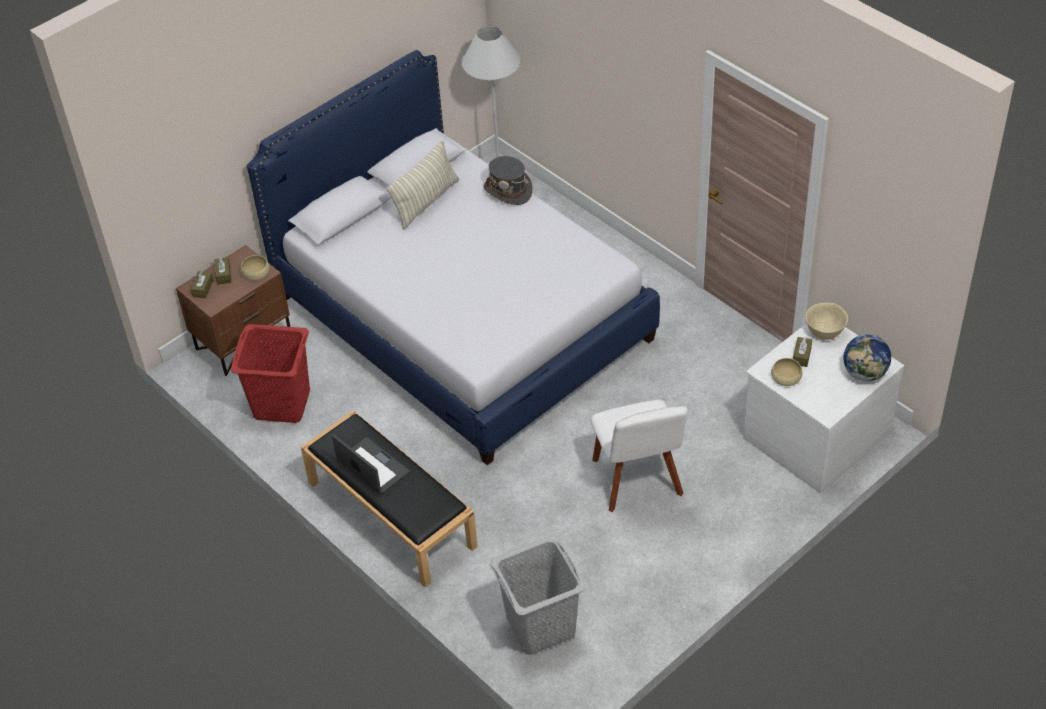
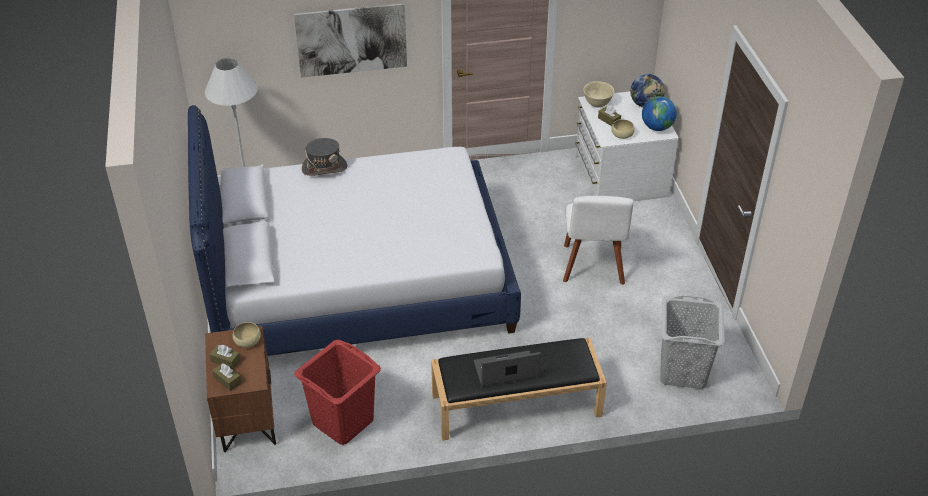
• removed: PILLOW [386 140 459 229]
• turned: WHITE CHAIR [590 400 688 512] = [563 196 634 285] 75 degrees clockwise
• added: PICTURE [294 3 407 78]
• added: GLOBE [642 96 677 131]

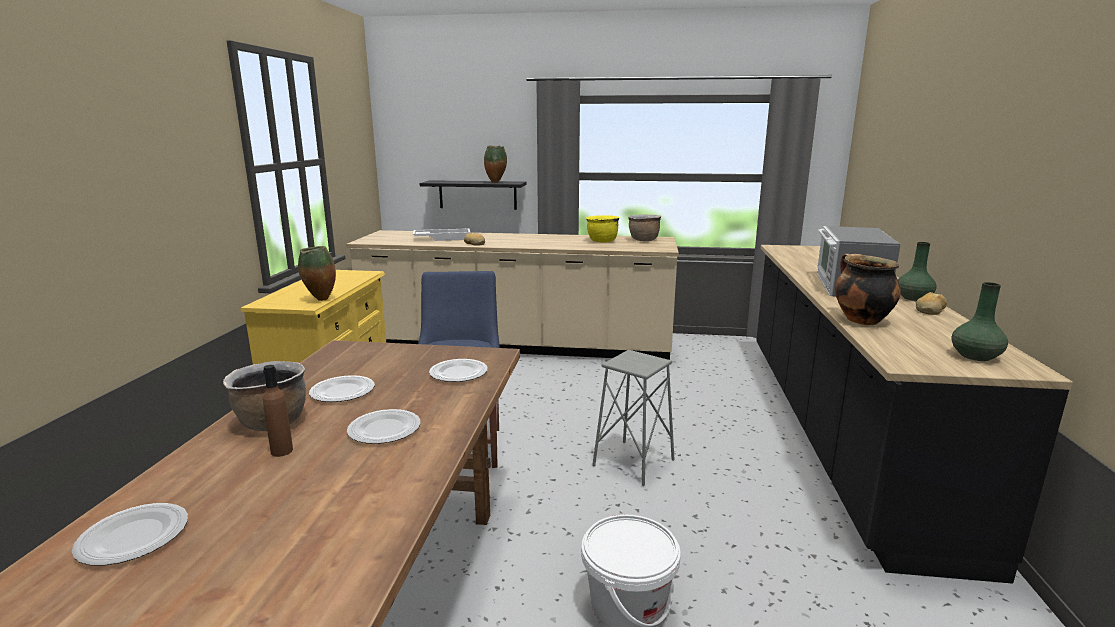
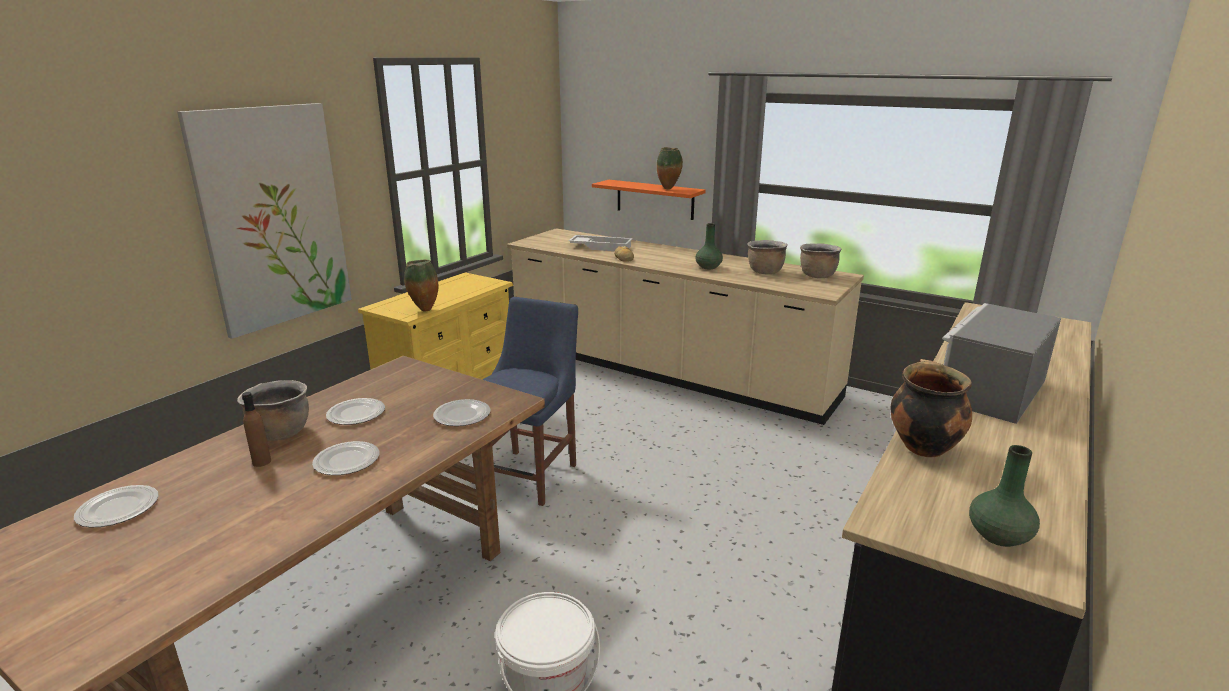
• recoloured: BLACK SHELF [419 180 527 210] to ORANGE SHELF [592 180 706 220]
• recoloured: YELLOW COOKING POT [586 215 619 243] to BROWN COOKING POT [747 240 788 274]
• removed: GREY STOOL [592 350 675 486]
• moved: GREEN VASE [898 242 937 301] to [695 223 723 269]
• removed: BREAD [916 292 947 315]
• added: PICTURE [177 103 352 339]

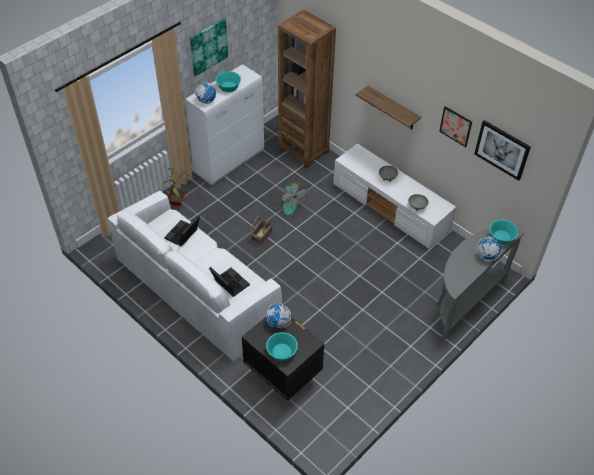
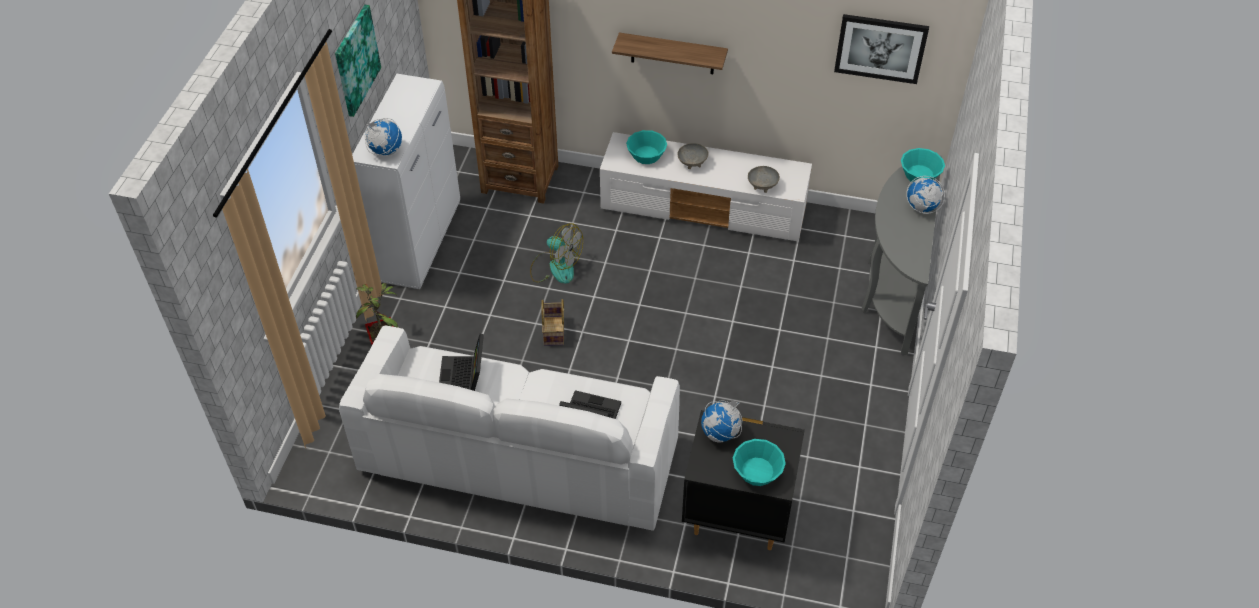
• moved: TURQUOISE BOWL [215 71 241 92] to [626 130 667 164]
• removed: PICTURE [439 106 472 147]

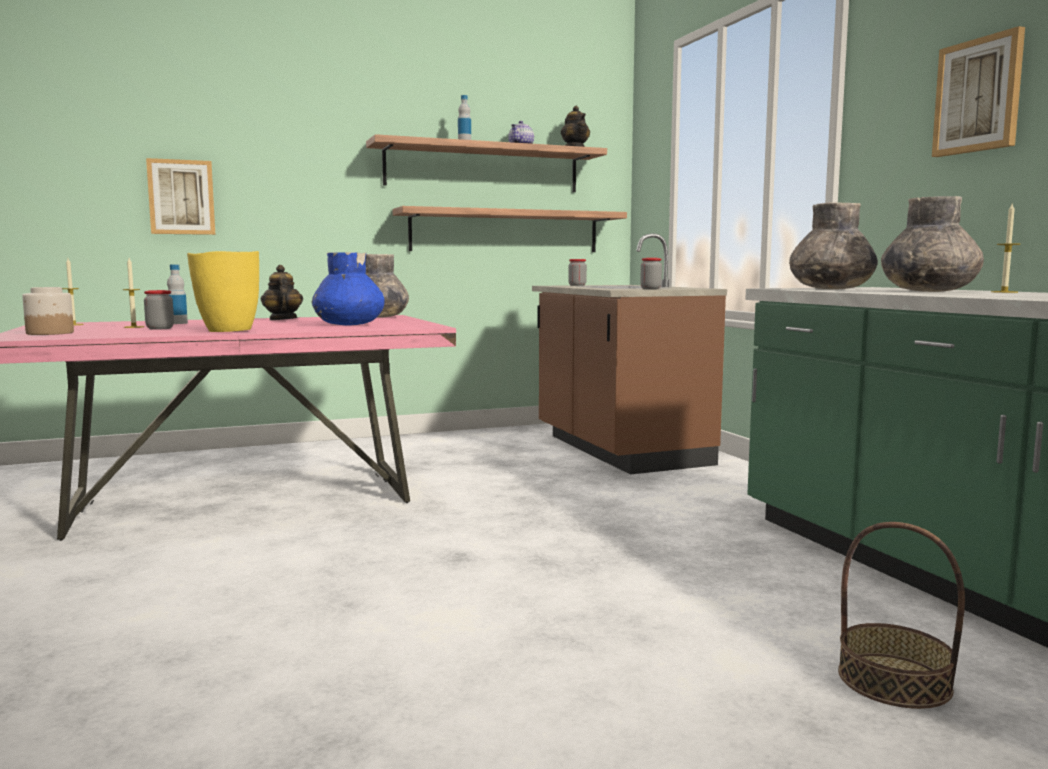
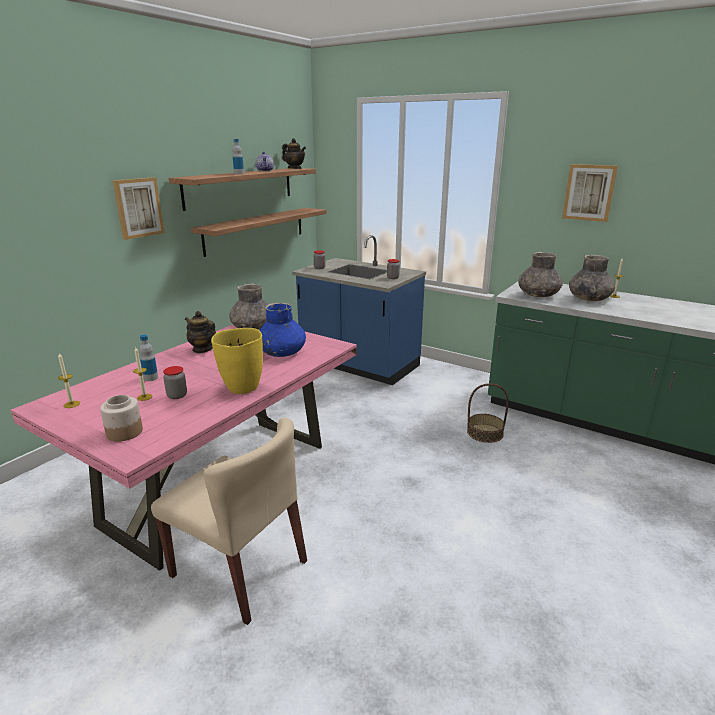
• moved: PICTURE [146 158 215 235] to [113 177 164 240]
• recoloured: BROWN COUNTER [532 234 727 475] to BLUE COUNTER [292 235 426 385]
• moved: BASKET [838 522 965 709] to [467 383 509 443]
• added: BEIGE CHAIR [151 417 307 625]

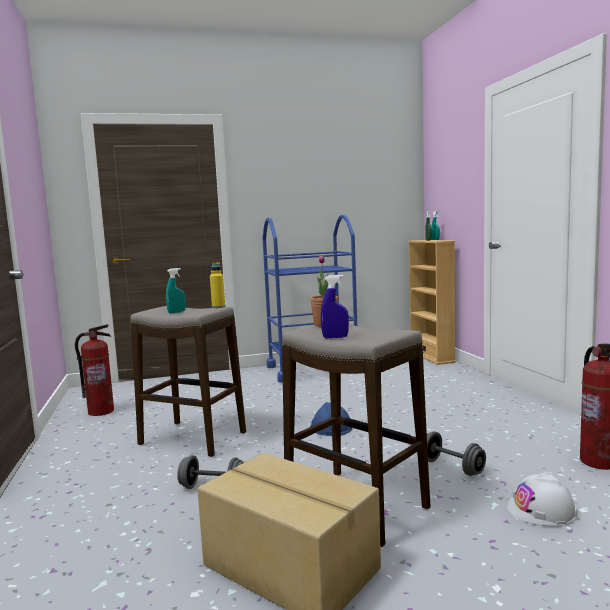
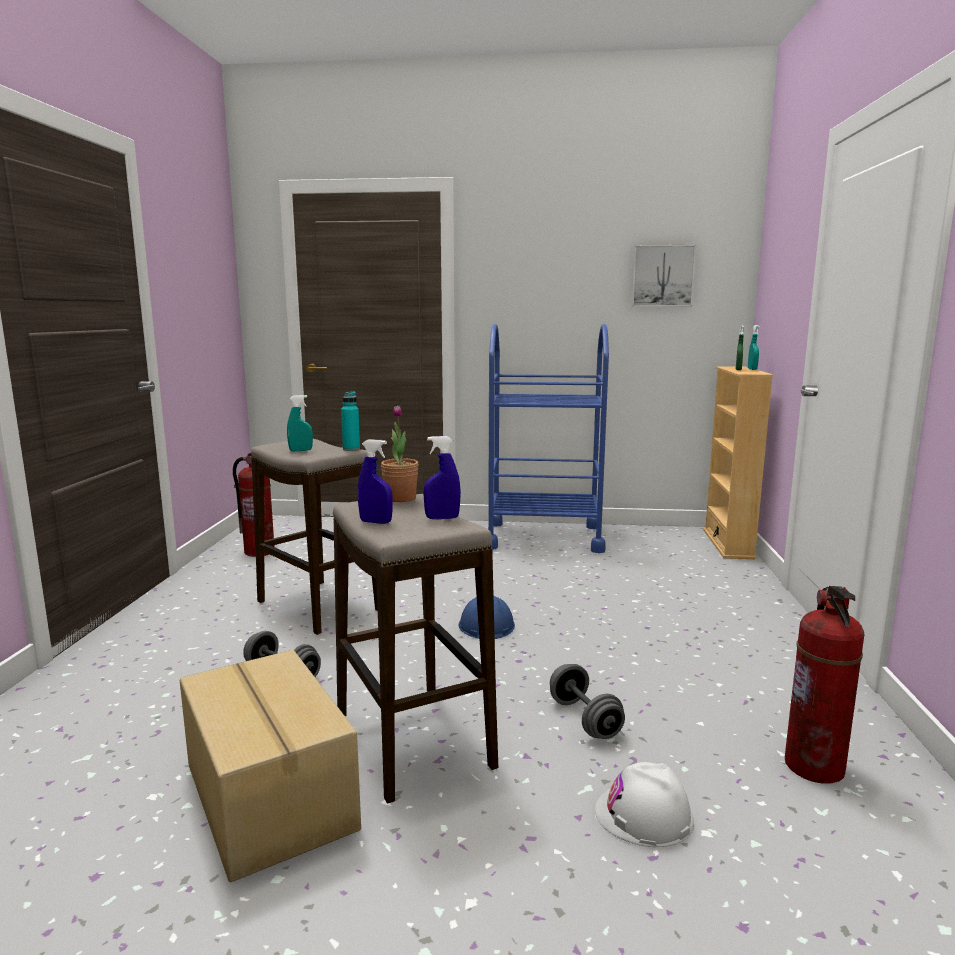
• recoloured: YELLOW BOTTLE [210 262 225 308] to TURQUOISE BOTTLE [341 391 360 451]
• added: BLUE SPRAY BOTTLE [423 436 461 519]
• added: PICTURE [632 245 696 306]

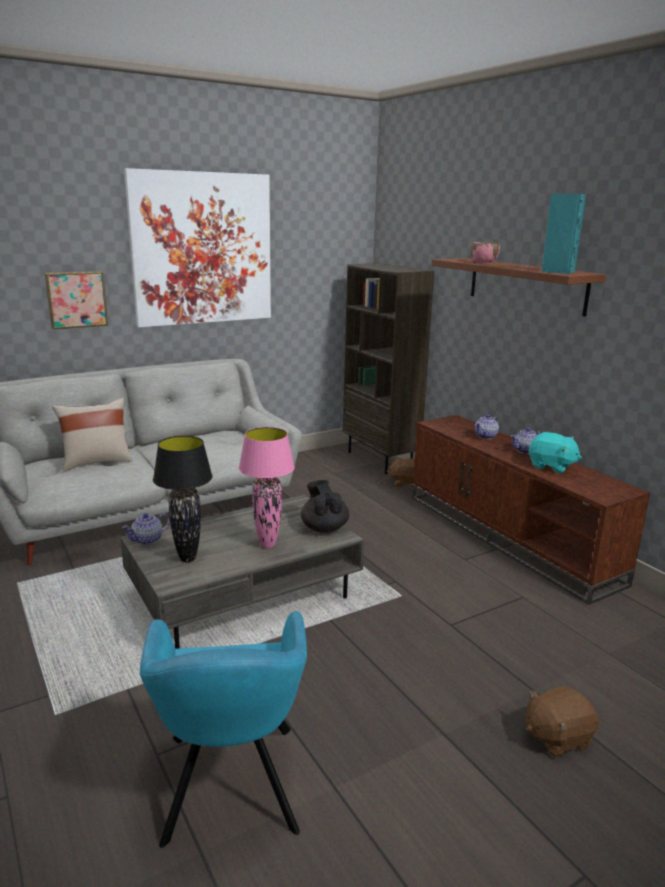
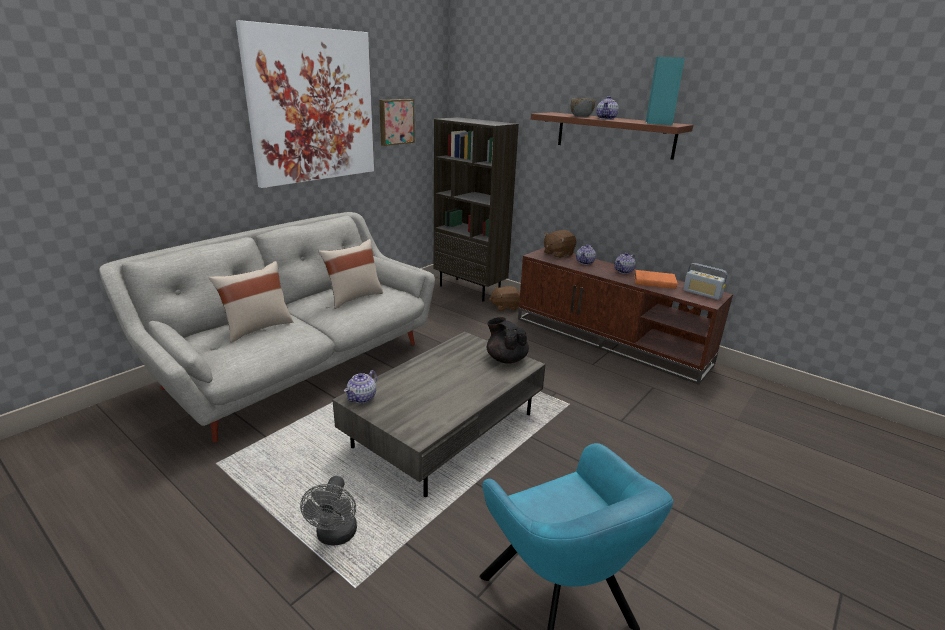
• moved: PICTURE [45 271 108 329] to [379 99 415 146]
• removed: BLACK TABLE LAMP [153 436 213 562]
• removed: PINK TABLE LAMP [239 427 295 549]
• recoloured: PINK BOWL [471 242 500 264] to GREY BOWL [571 98 595 117]
• moved: BROWN PLUSH TOY [526 686 599 758] to [544 230 577 258]
• replaced: TURQUOISE PLUSH TOY [529 432 582 473] to ORANGE BOOK [634 270 677 289]
• added: GREY FAN [300 476 357 545]
• added: BEIGE PILLOW [318 239 383 309]
• added: TEAPOT [596 96 619 120]
• added: RADIO [683 263 728 300]

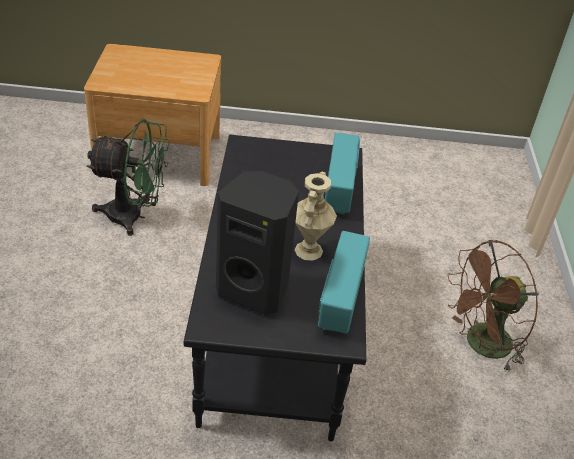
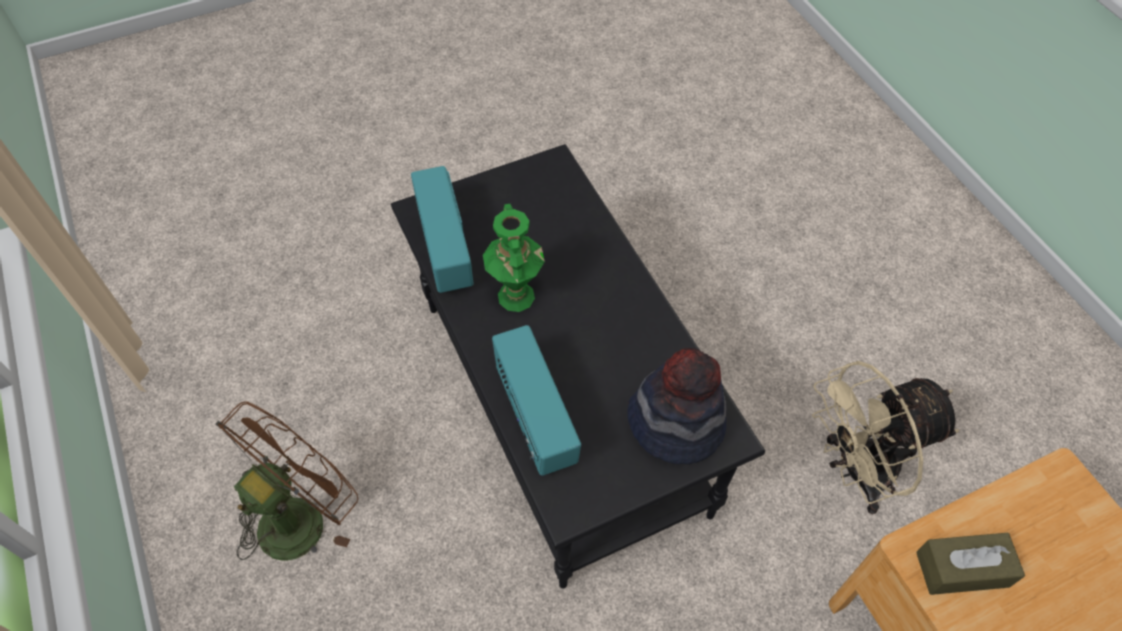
• recoloured: GREEN FAN [87 119 170 236] to BEIGE FAN [812 361 959 514]
• removed: BLACK SPEAKER [216 171 299 315]
• recoloured: BEIGE VASE [295 172 337 261] to GREEN VASE [483 204 545 312]
• added: HAT [628 348 727 465]
• added: BROWN TISSUE BOX [916 533 1025 595]

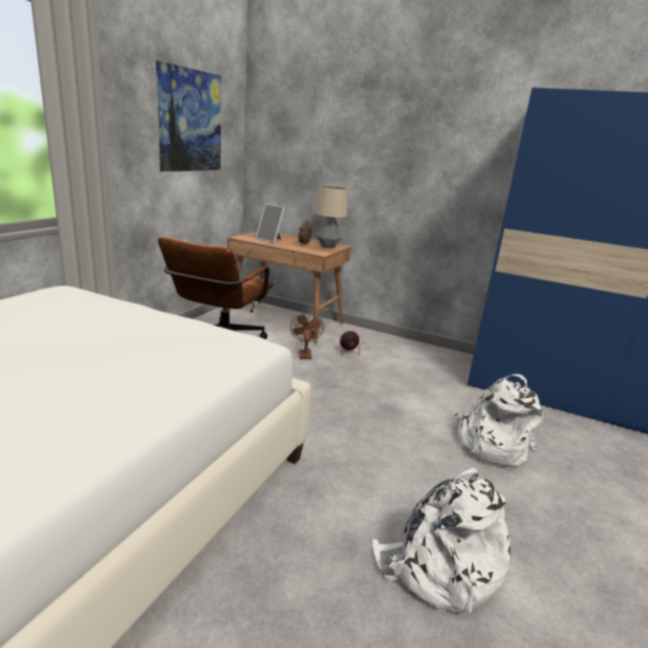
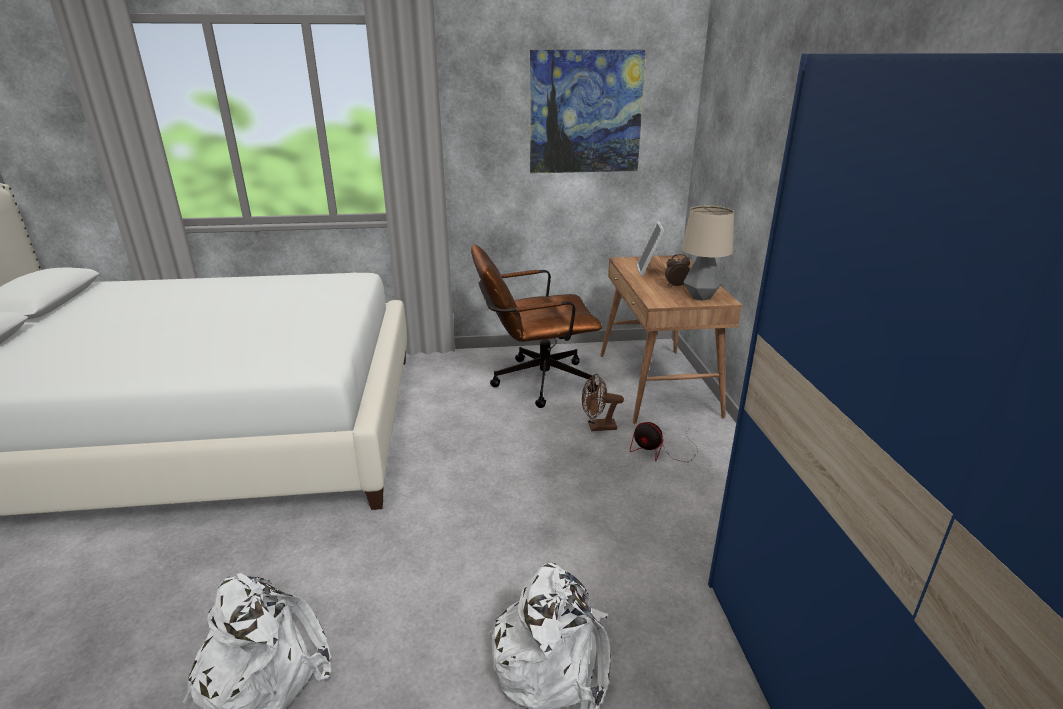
• turned: BROWN FAN [290 313 324 359] = [582 374 624 431] 150 degrees counterclockwise

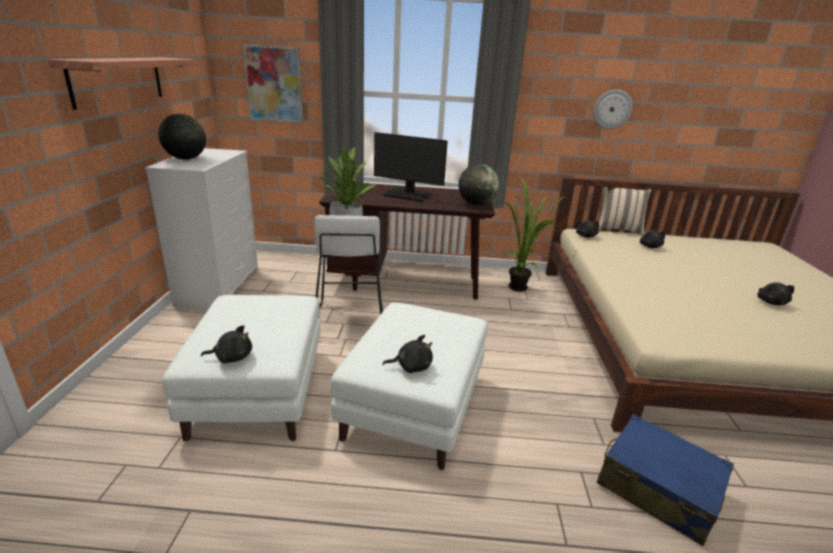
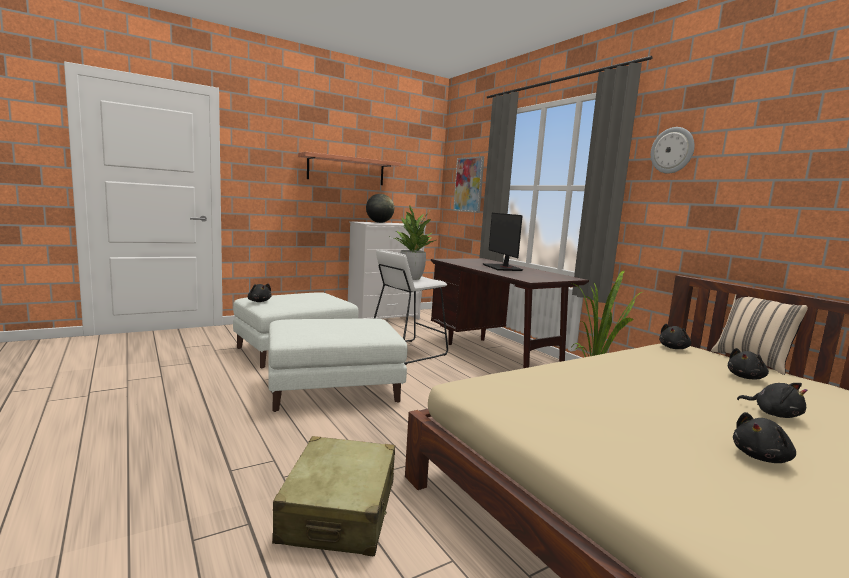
• moved: BLACK PLUSH TOY [383 335 433 373] to [737 383 808 418]
• removed: GLOBE [459 164 499 205]
• moved: WALL CLOCK [593 89 633 129] to [651 127 695 174]
• recoloured: BLUE SUITCASE [597 414 734 546] to BEIGE SUITCASE [272 436 395 556]

